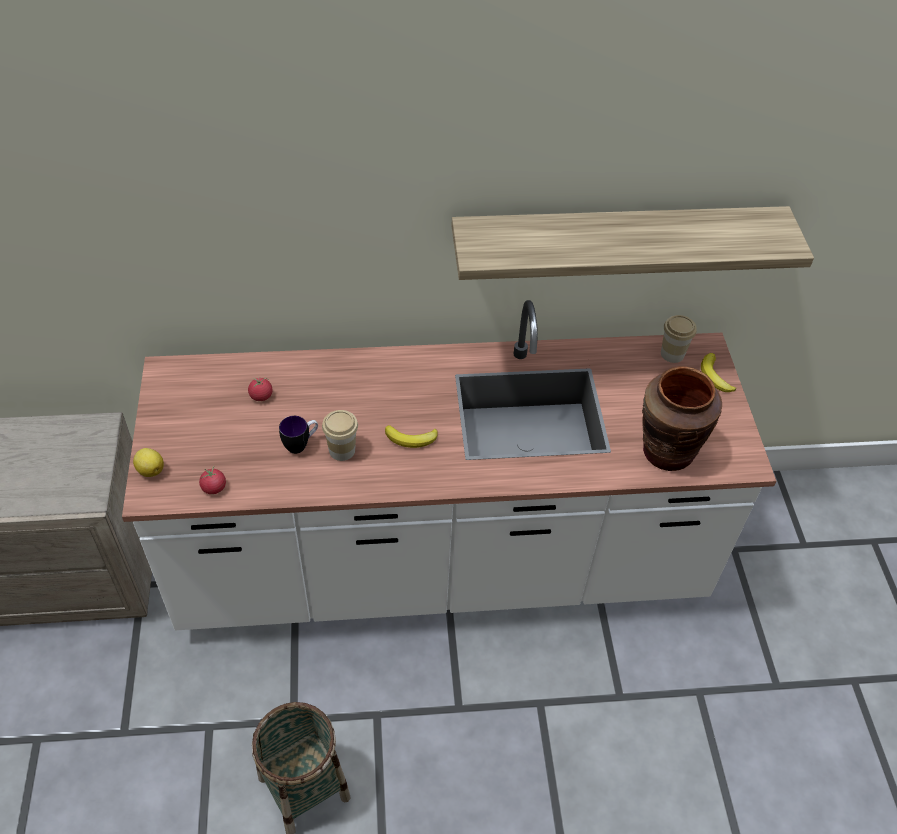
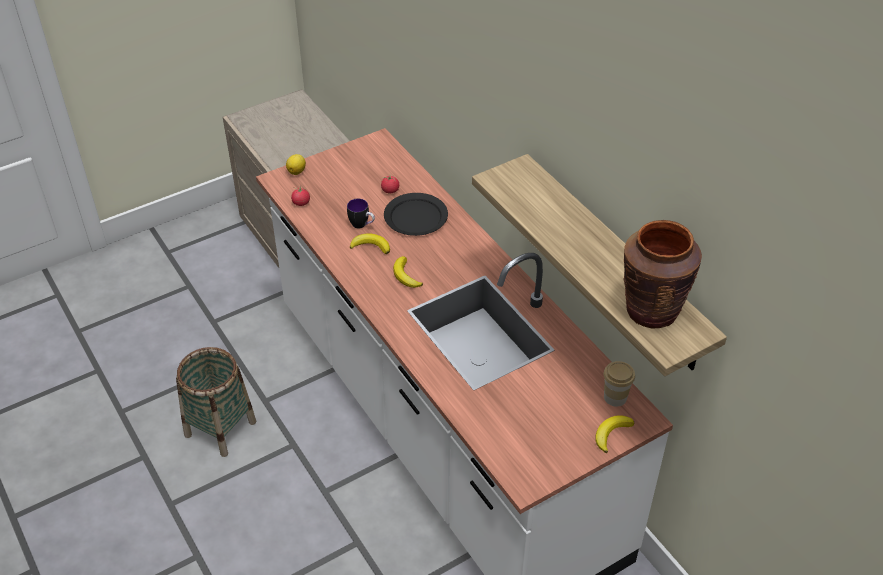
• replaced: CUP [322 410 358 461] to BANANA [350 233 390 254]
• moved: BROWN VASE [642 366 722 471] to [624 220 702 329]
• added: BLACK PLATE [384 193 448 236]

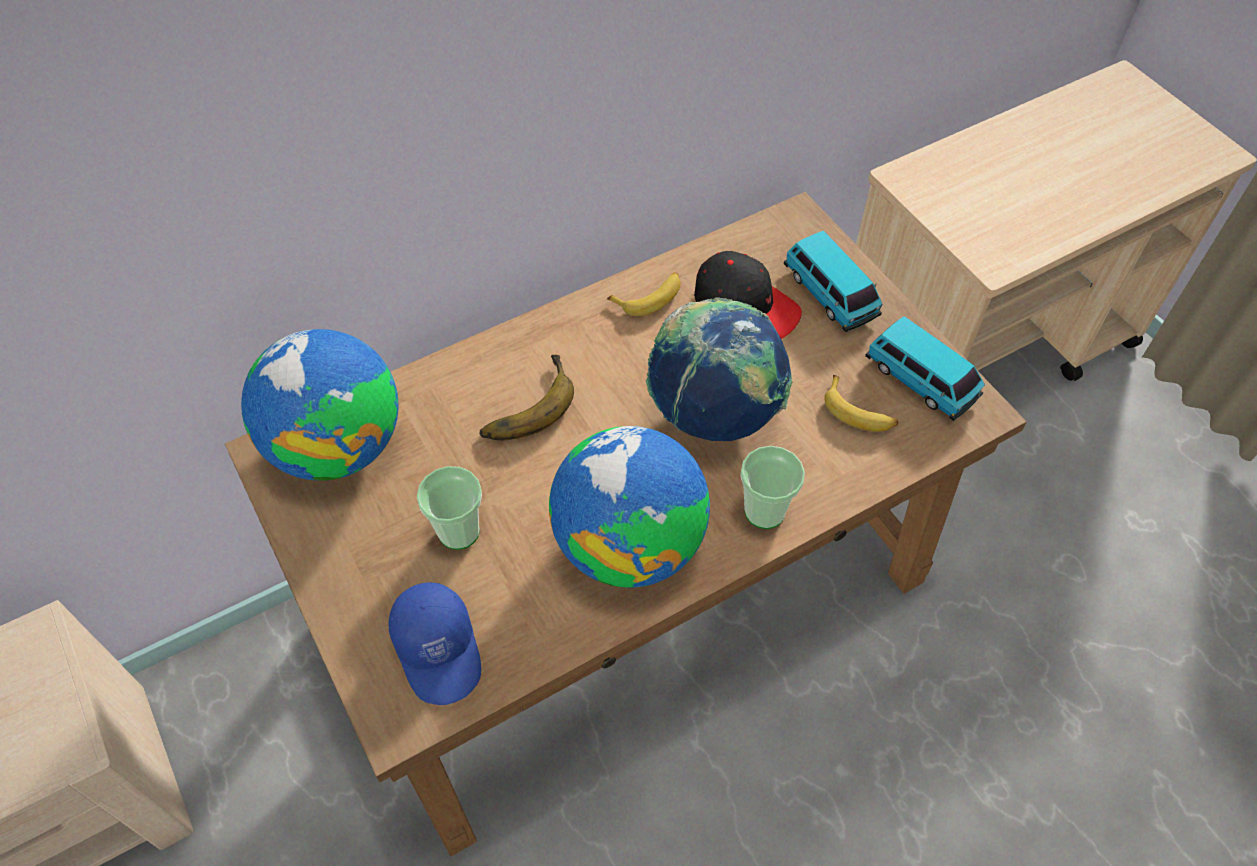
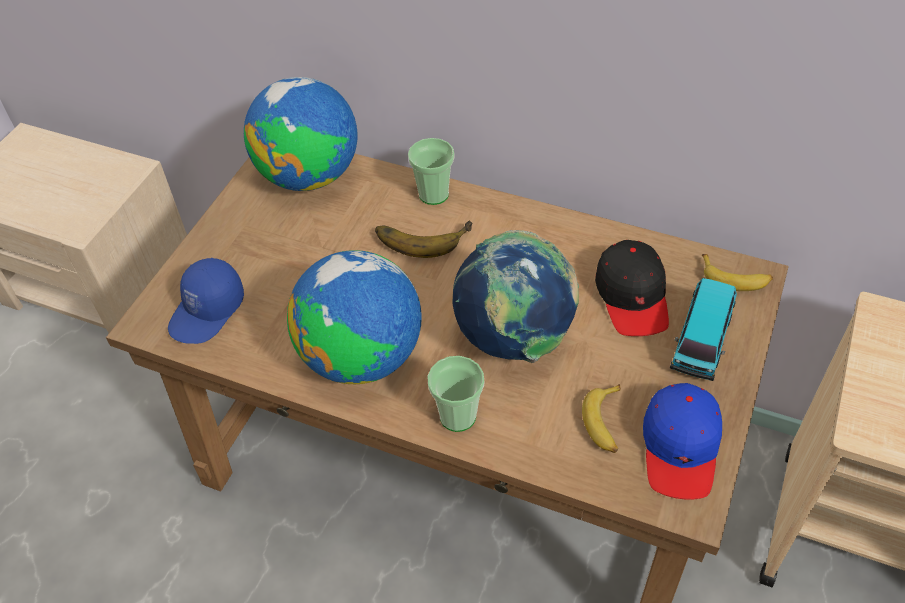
• moved: CUP [417 466 482 550] to [408 138 454 205]
• moved: BANANA [607 272 681 316] to [702 254 773 291]
• replaced: TOY CAR [865 316 985 421] to BLUE CAP [643 383 722 500]

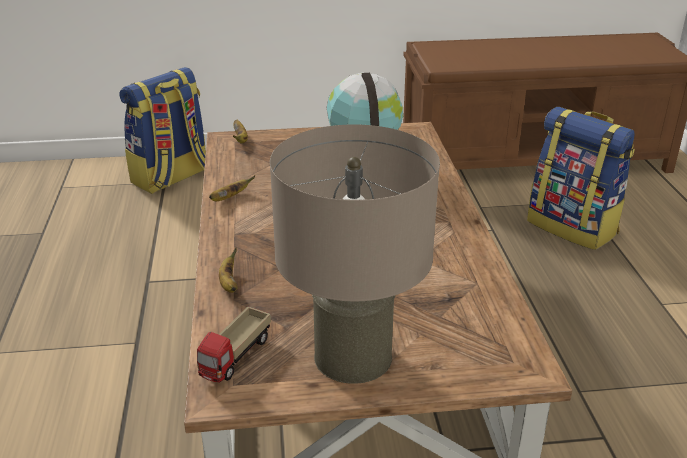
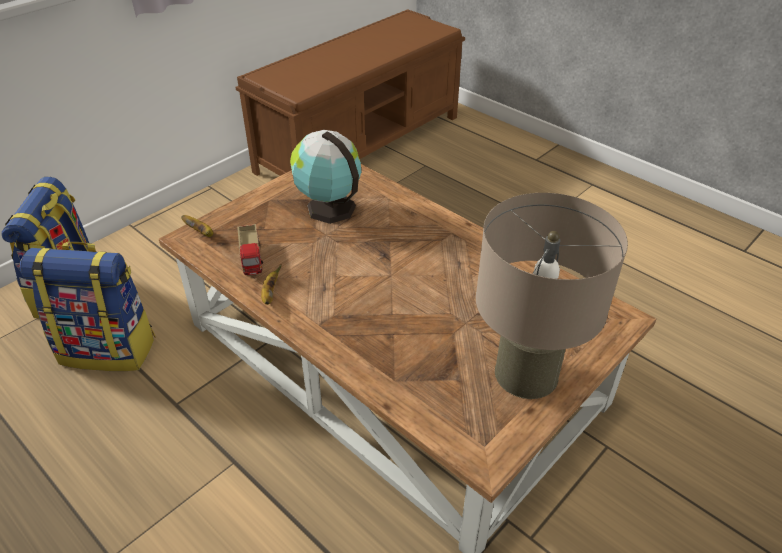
• moved: TOY TRUCK [197 307 271 383] to [237 224 263 275]
• removed: BANANA [219 248 238 293]
• moved: BACKPACK [527 107 635 250] to [20 242 155 371]

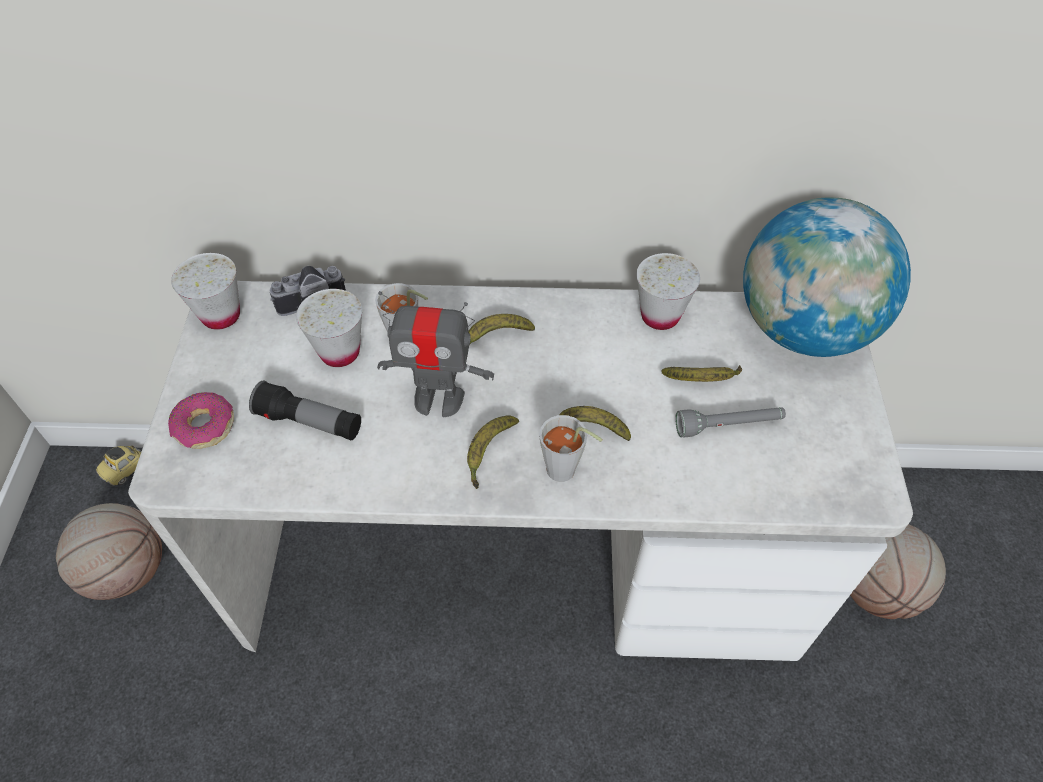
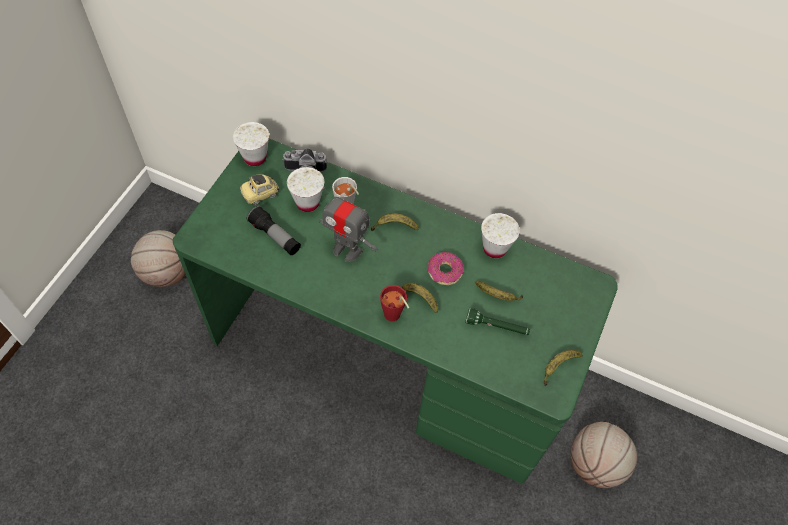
• moved: TOY CAR [96 446 142 486] to [240 174 279 205]
• recoloured: WHITE DESK [128 281 913 661] to GREEN DESK [173 139 618 483]
• moved: DONUT [168 392 234 449] to [427 252 464 285]
• moved: BANANA [467 415 519 489] to [544 350 583 386]
• recoloured: GREY CUP [539 415 603 482] to RED CUP [380 285 409 321]
• recoloured: GREY FLASHLIGHT [675 407 786 438] to GREEN FLASHLIGHT [465 308 530 335]
• removed: GLOBE [743 198 911 357]

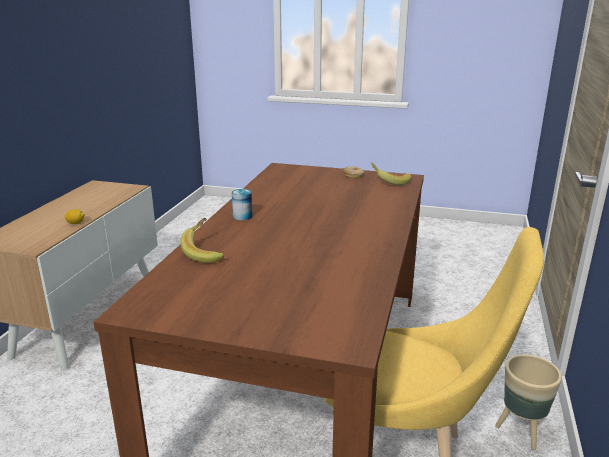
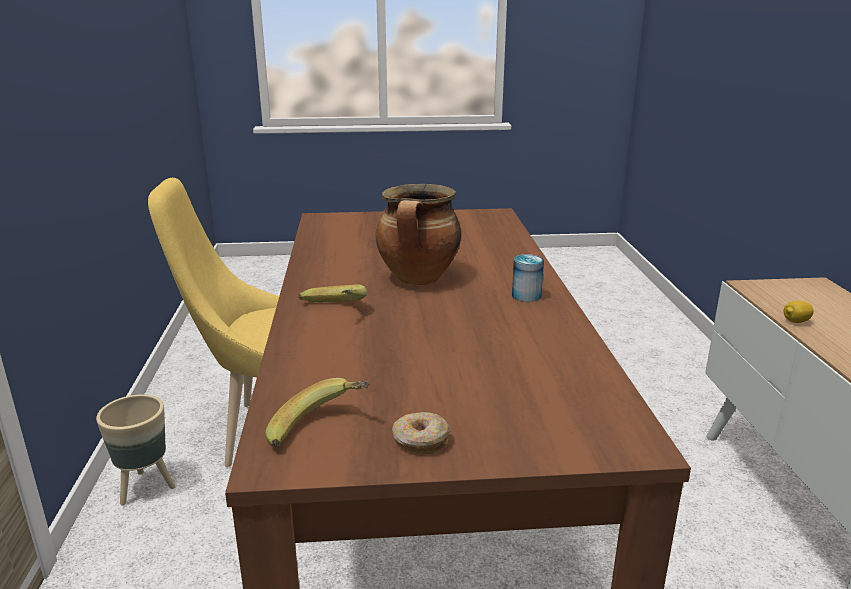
• moved: BANANA [180 218 224 263] to [298 284 367 302]
• added: COOKING POT [375 184 461 285]

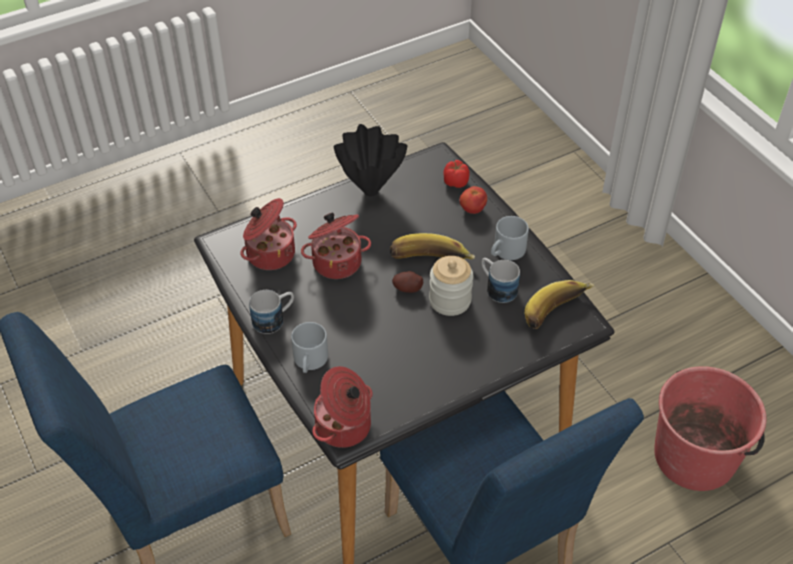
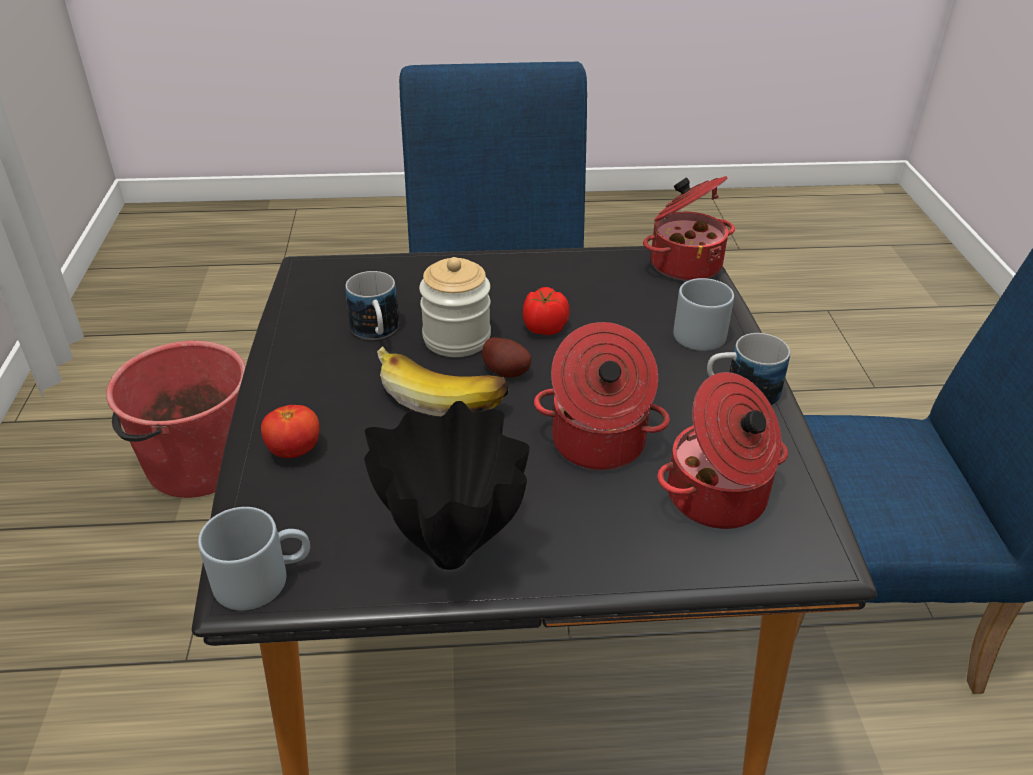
• moved: TOMATO [443 160 470 188] to [523 287 570 335]
• moved: GREY MUG [491 216 529 260] to [198 507 310 611]
• removed: BANANA [525 280 595 329]

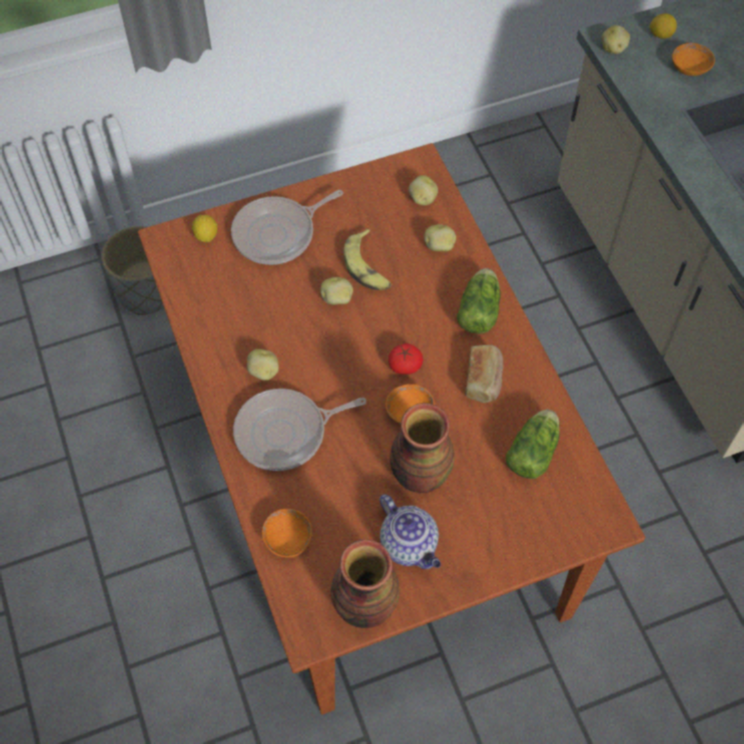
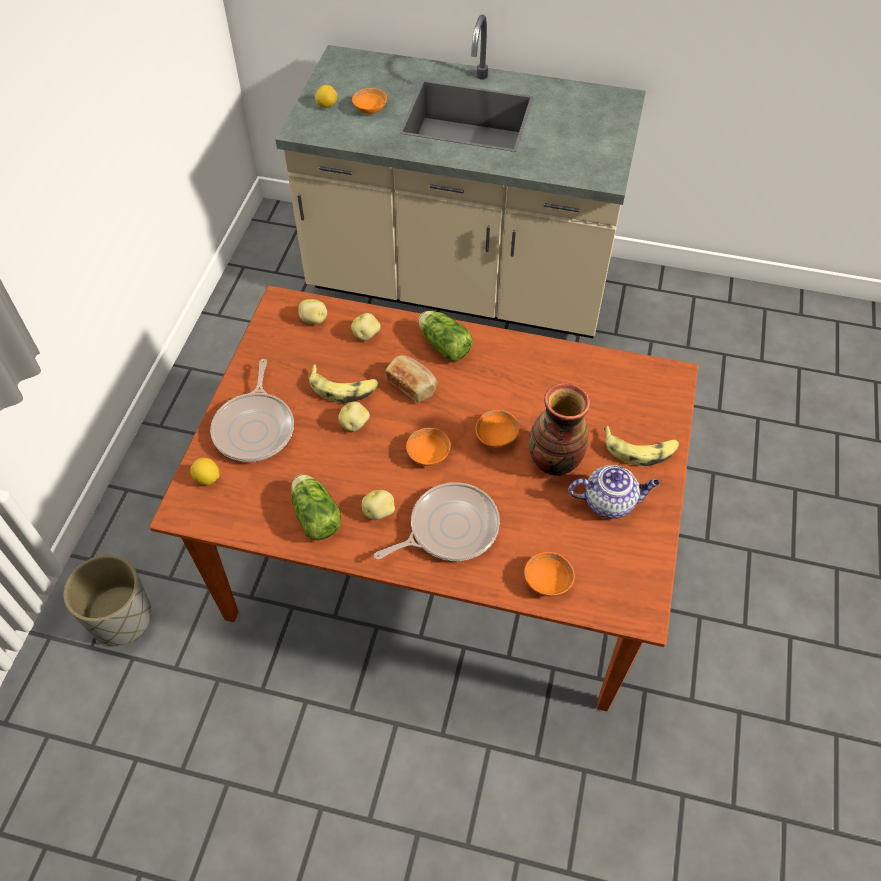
• turned: FRYING PAN [233 388 366 471] = [374 482 500 561] 135 degrees counterclockwise
• removed: VASE [331 539 399 628]
• removed: TOMATO [388 343 423 375]
• moved: BREAD [465 345 503 403] to [385 355 437 403]
• moved: LETTUCE [506 409 560 479] to [291 474 342 540]
• removed: POTATO [602 25 630 54]
• added: ORANGE BOWL [406 428 451 466]
• added: BANANA [604 426 679 466]

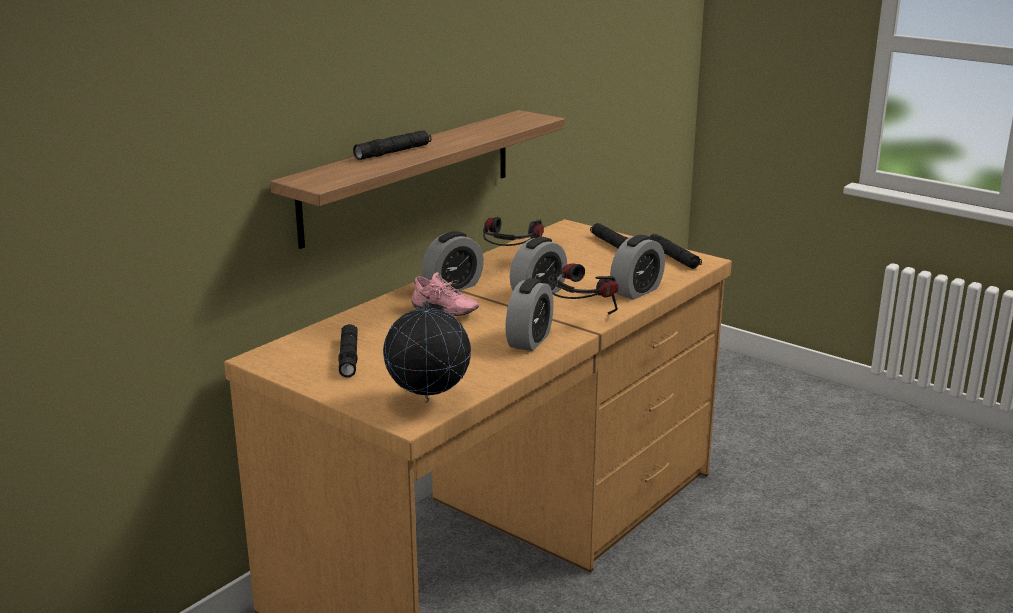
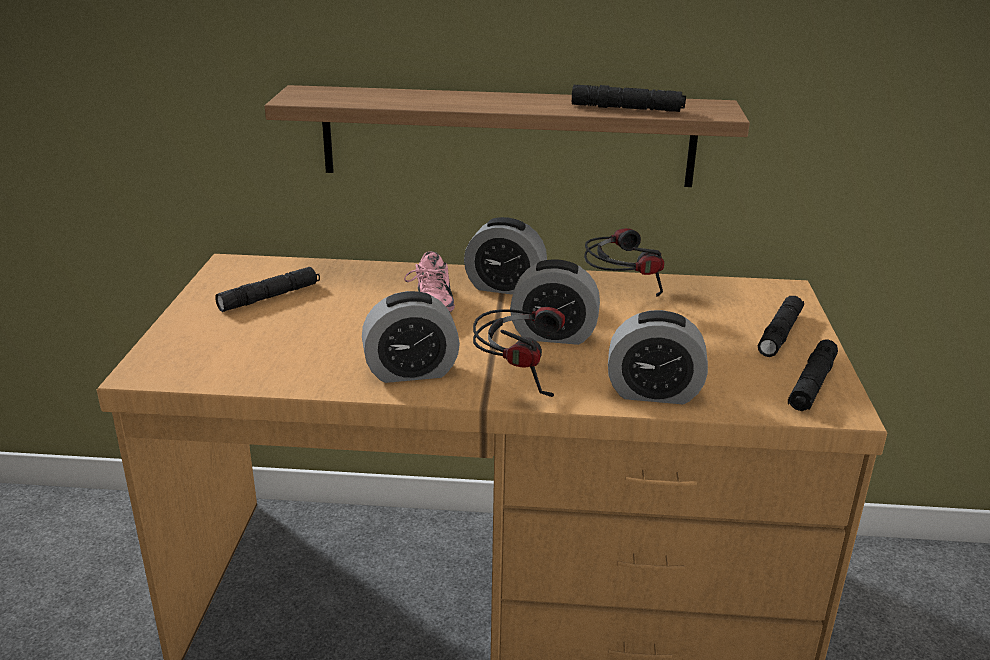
• moved: BLACK FLASHLIGHT [353 130 431 160] to [572 85 686 112]
• removed: GLOBE [383 300 471 403]

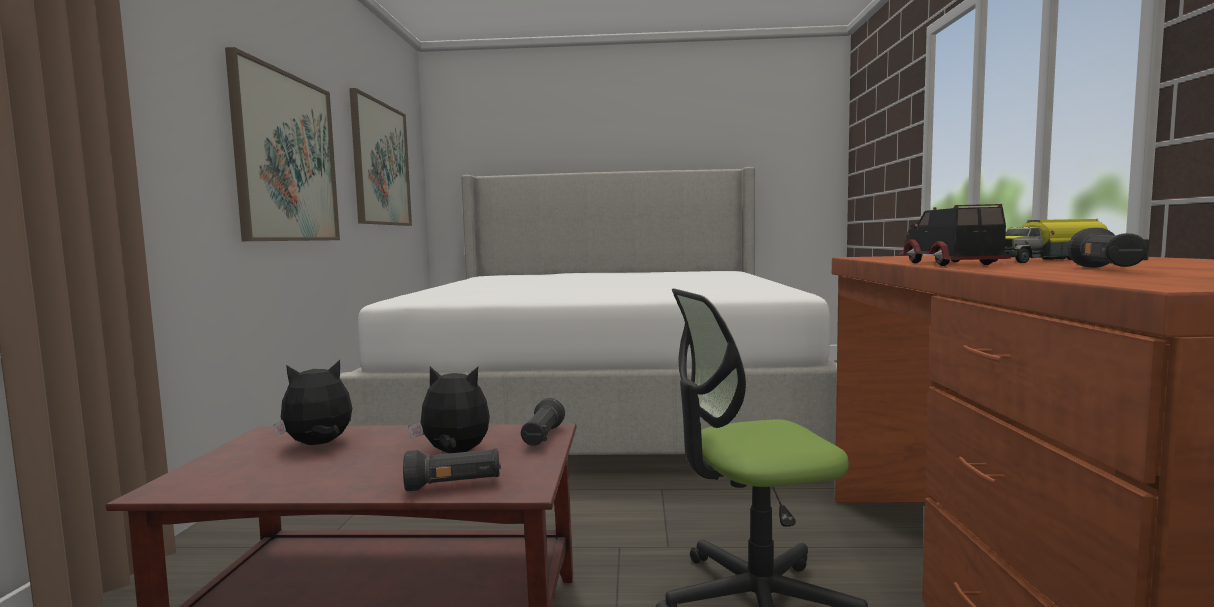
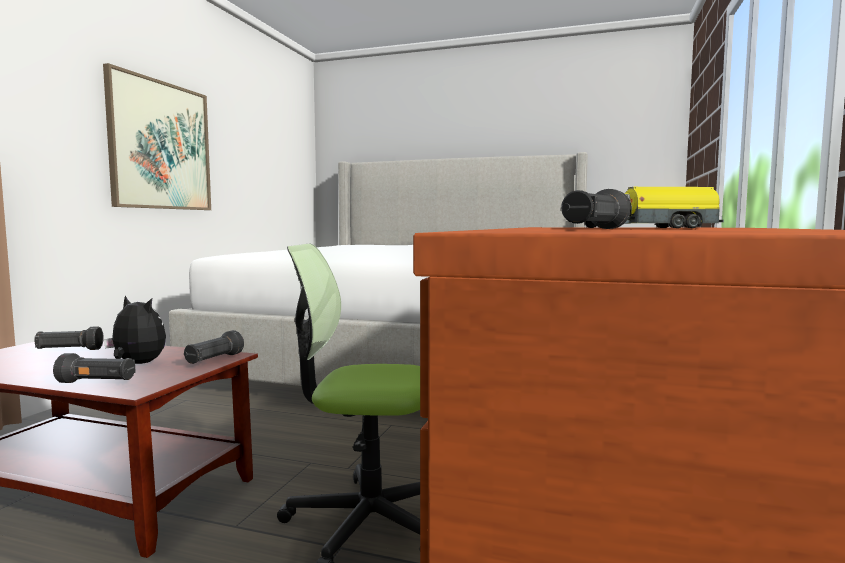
• replaced: PLUSH TOY [274 360 352 445] to BLACK FLASHLIGHT [34 326 104 350]
• removed: PICTURE [349 88 412 226]
• removed: TOY TRUCK [898 204 1011 266]

